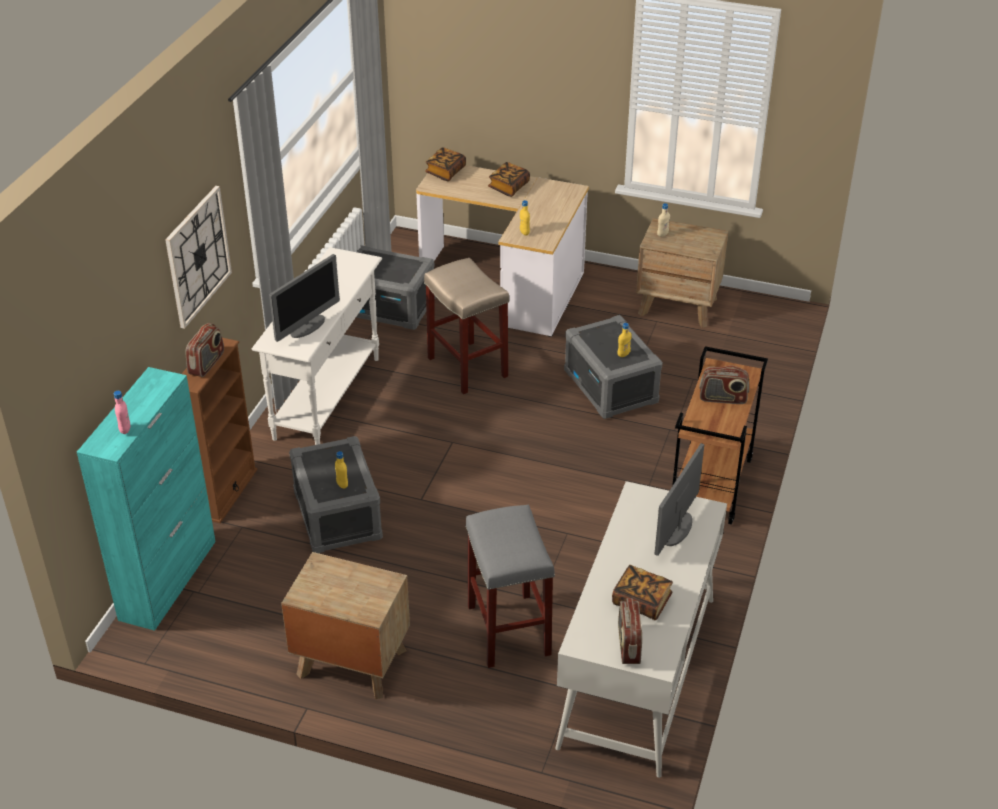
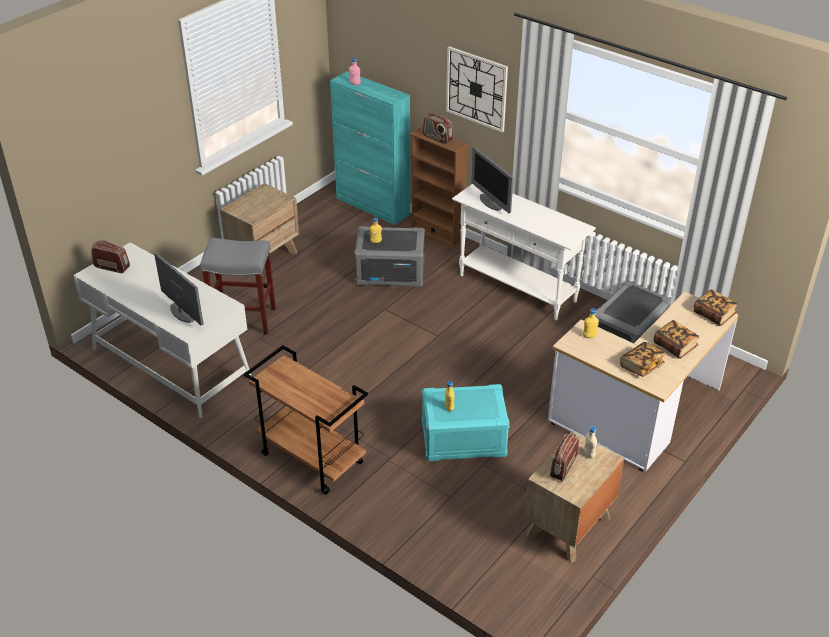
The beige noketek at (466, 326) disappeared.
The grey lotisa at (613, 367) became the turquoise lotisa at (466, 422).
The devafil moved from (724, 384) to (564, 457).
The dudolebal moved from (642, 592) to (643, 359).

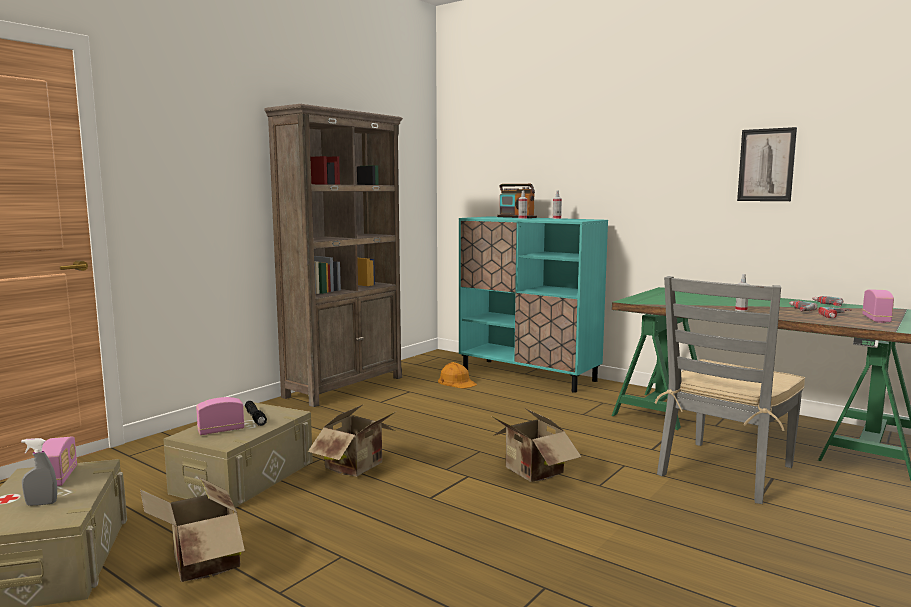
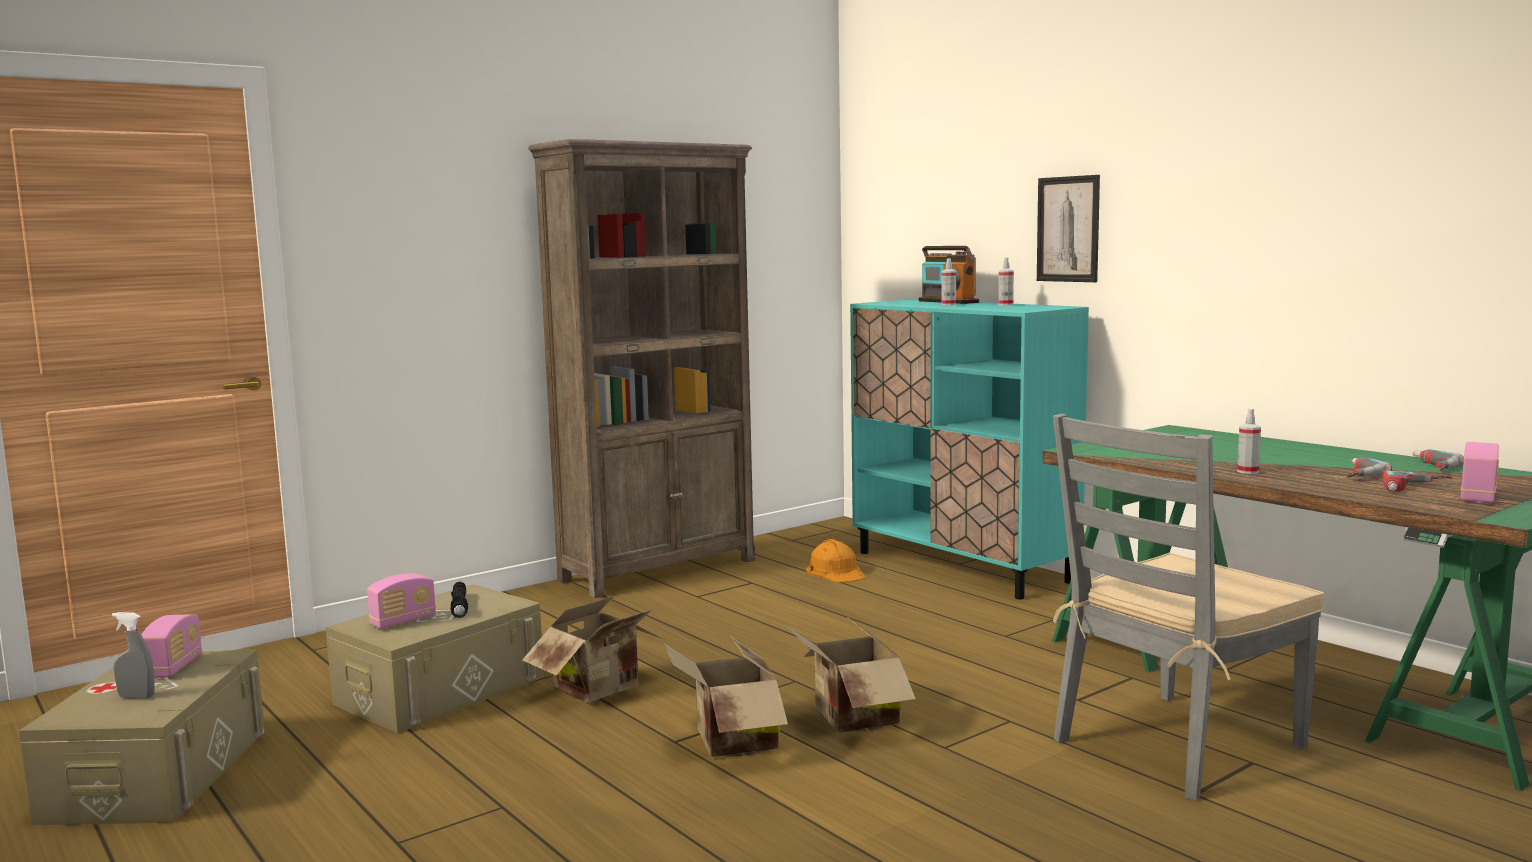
The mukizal moved from (767, 164) to (1068, 228).
The devafil at (220, 416) turned 150 degrees clockwise.
The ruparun moved from (192, 529) to (725, 696).

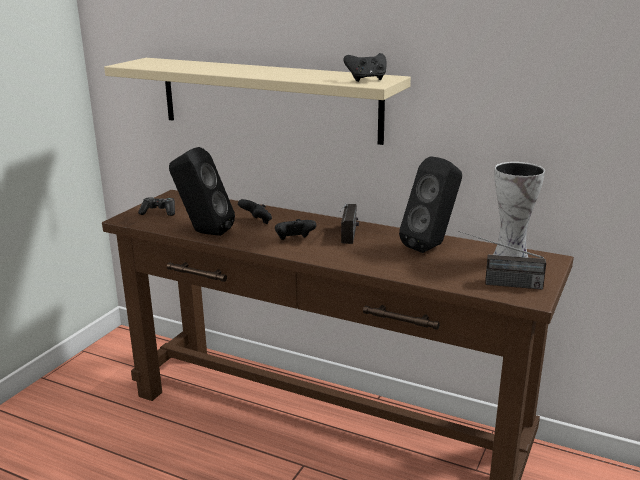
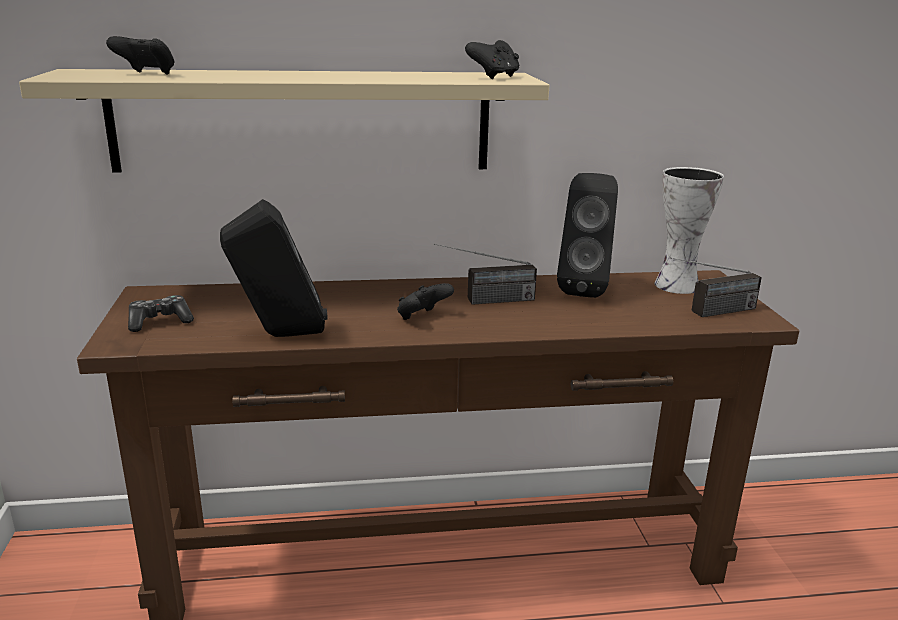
The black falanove moved from (255, 211) to (140, 55).
The devafil at (349, 223) turned 105 degrees clockwise.

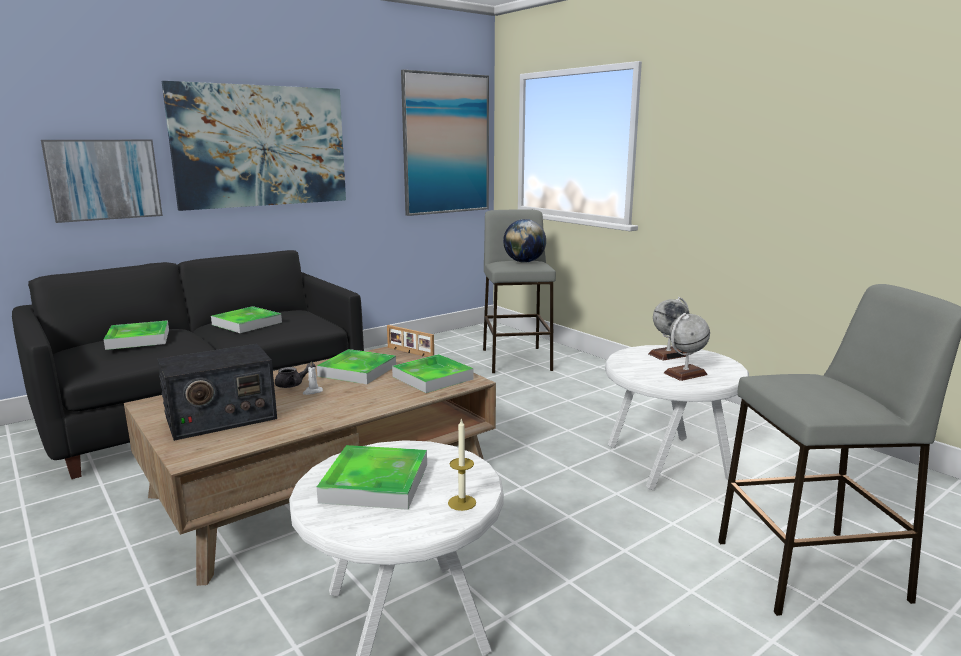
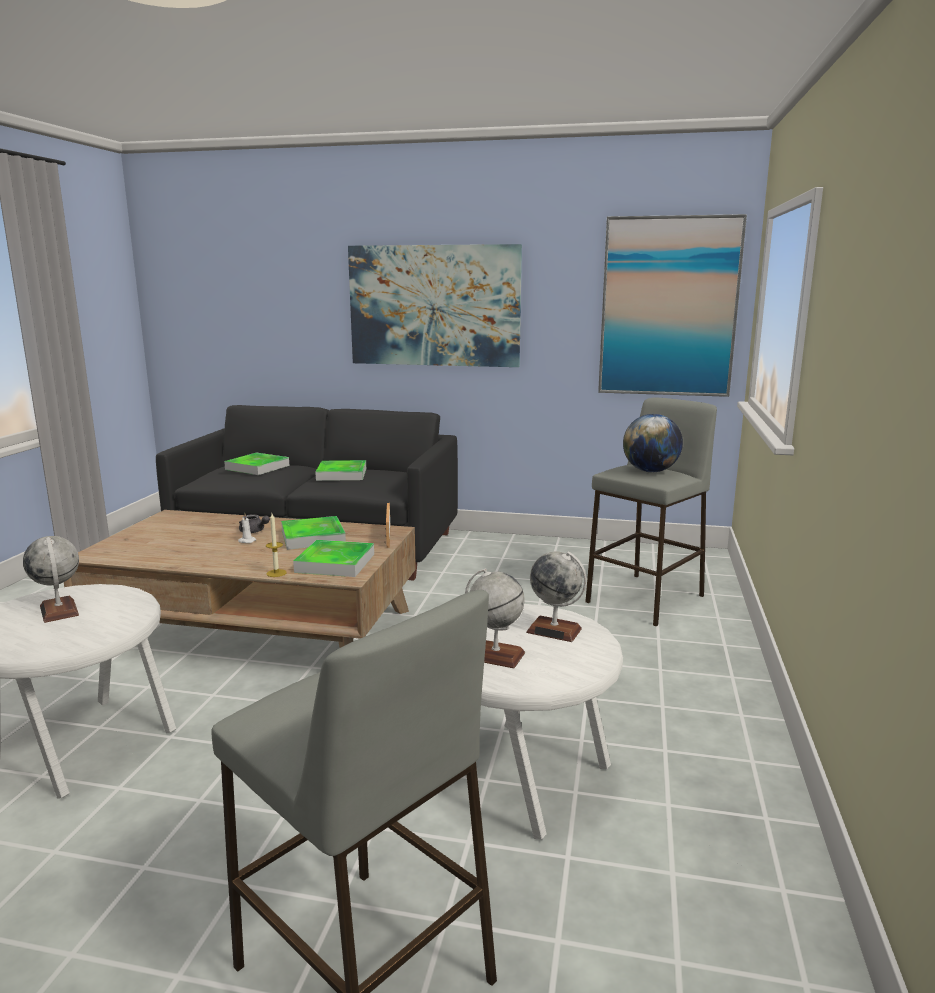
The mukizal at (102, 181) disappeared.
The devafil at (217, 392) disappeared.
The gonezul moved from (462, 464) to (276, 545).
The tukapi at (372, 477) was replaced by the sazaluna at (51, 579).

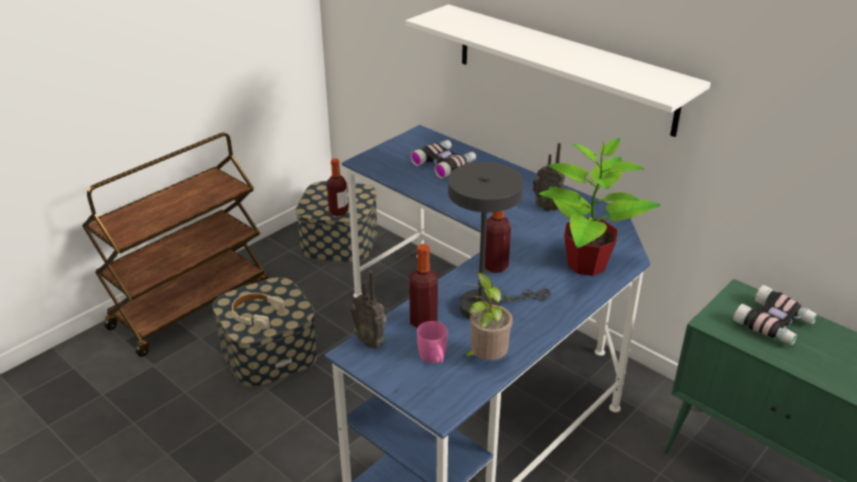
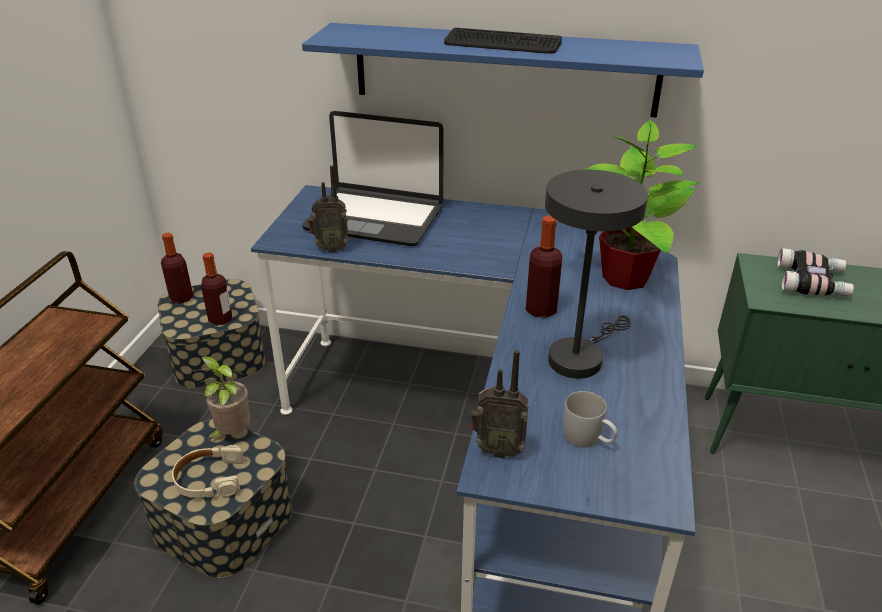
The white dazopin at (558, 70) became the blue dazopin at (503, 70).
The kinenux at (443, 159) was replaced by the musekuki at (373, 178).
The devafil moved from (548, 177) to (328, 209).
The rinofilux moved from (423, 286) to (177, 268).
The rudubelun moved from (488, 316) to (221, 398).
The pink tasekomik at (432, 342) became the white tasekomik at (590, 419).
The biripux at (503, 41) appeared.

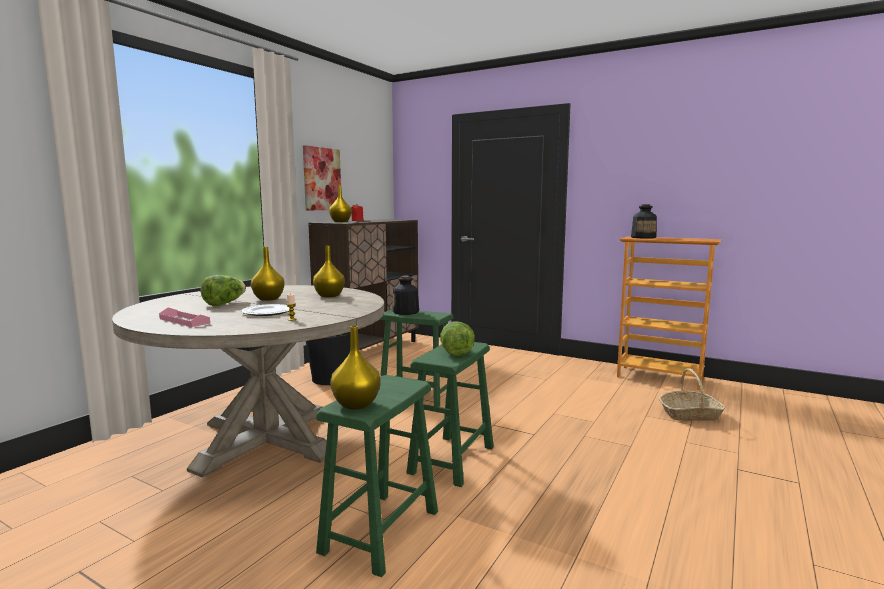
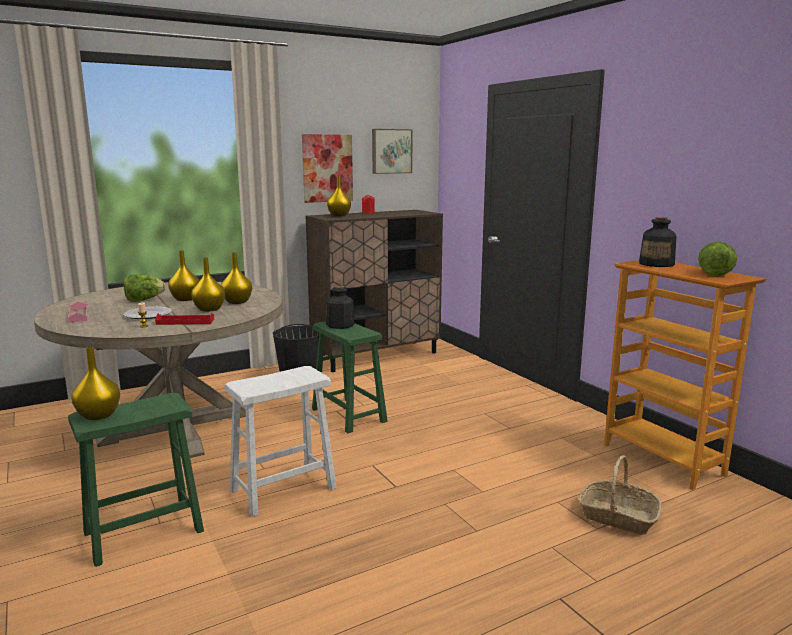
The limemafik moved from (457, 338) to (717, 259).
The green noketek at (450, 414) became the white noketek at (280, 441).
The mukizal at (392, 151) appeared.
The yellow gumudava at (208, 284) appeared.
The red tukapi at (184, 319) appeared.

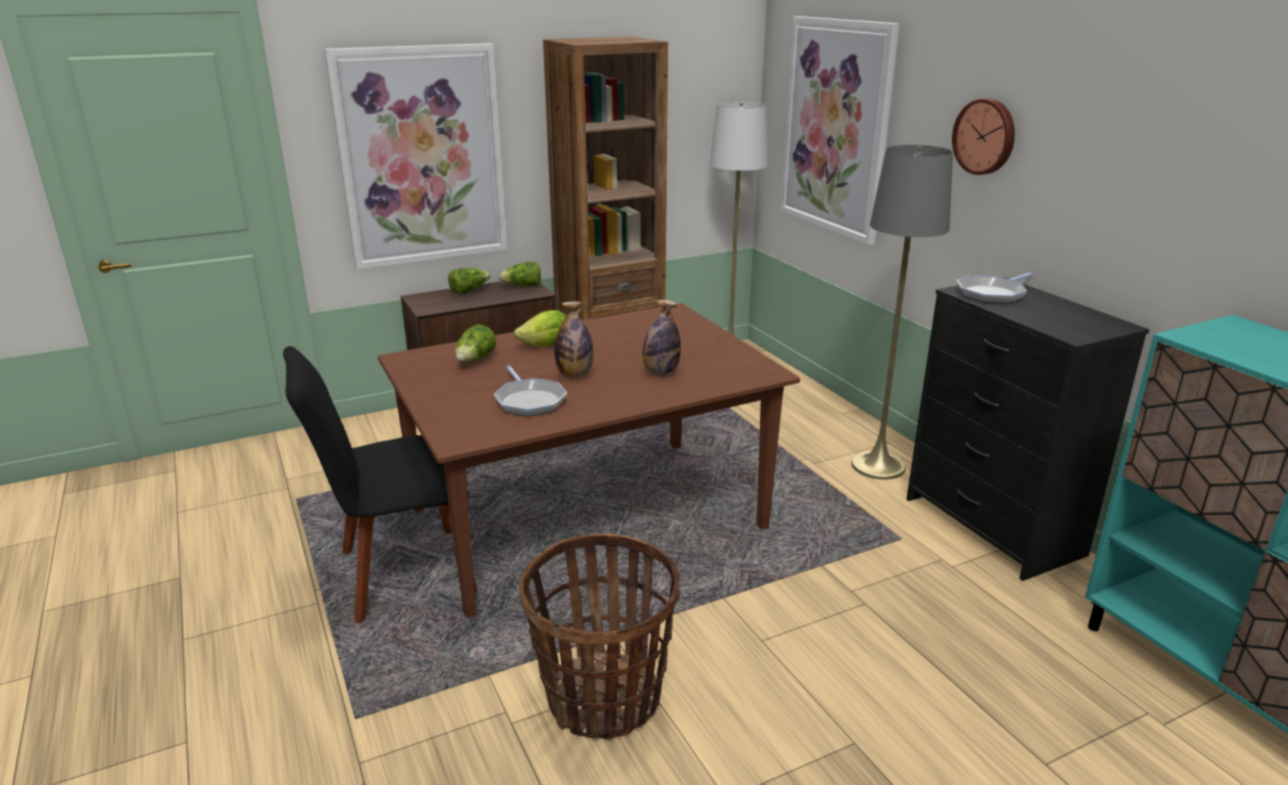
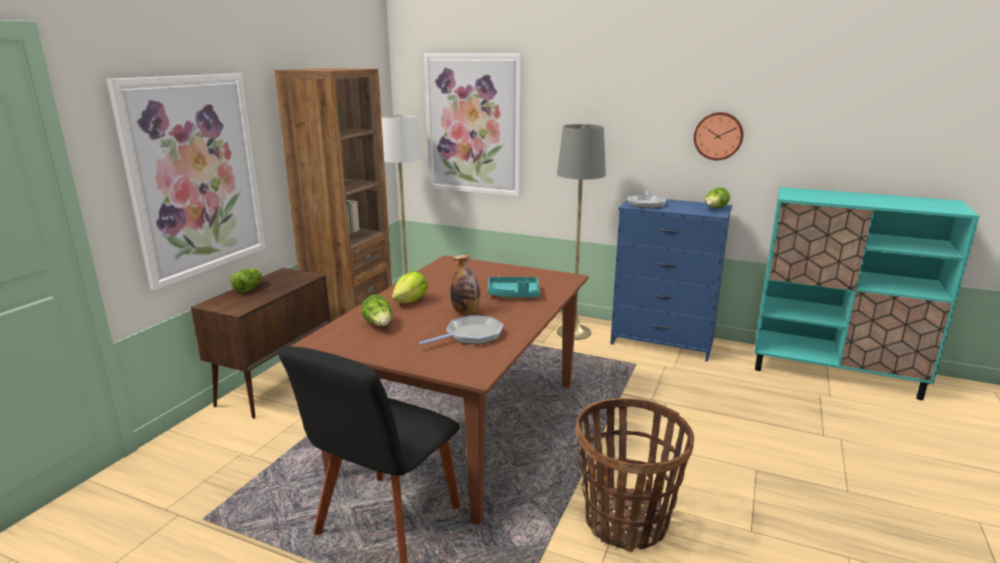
The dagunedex moved from (983, 137) to (719, 136).
The limemafik moved from (519, 274) to (717, 197).
The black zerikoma at (1028, 429) became the blue zerikoma at (671, 280).
The rinofilux at (661, 337) was replaced by the turquoise tukapi at (514, 287).
The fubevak at (530, 391) turned 60 degrees counterclockwise.

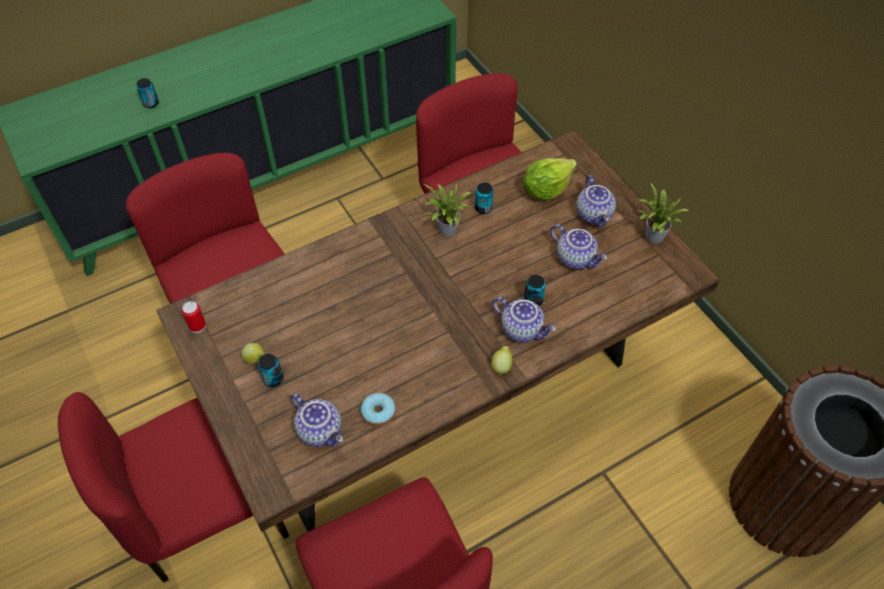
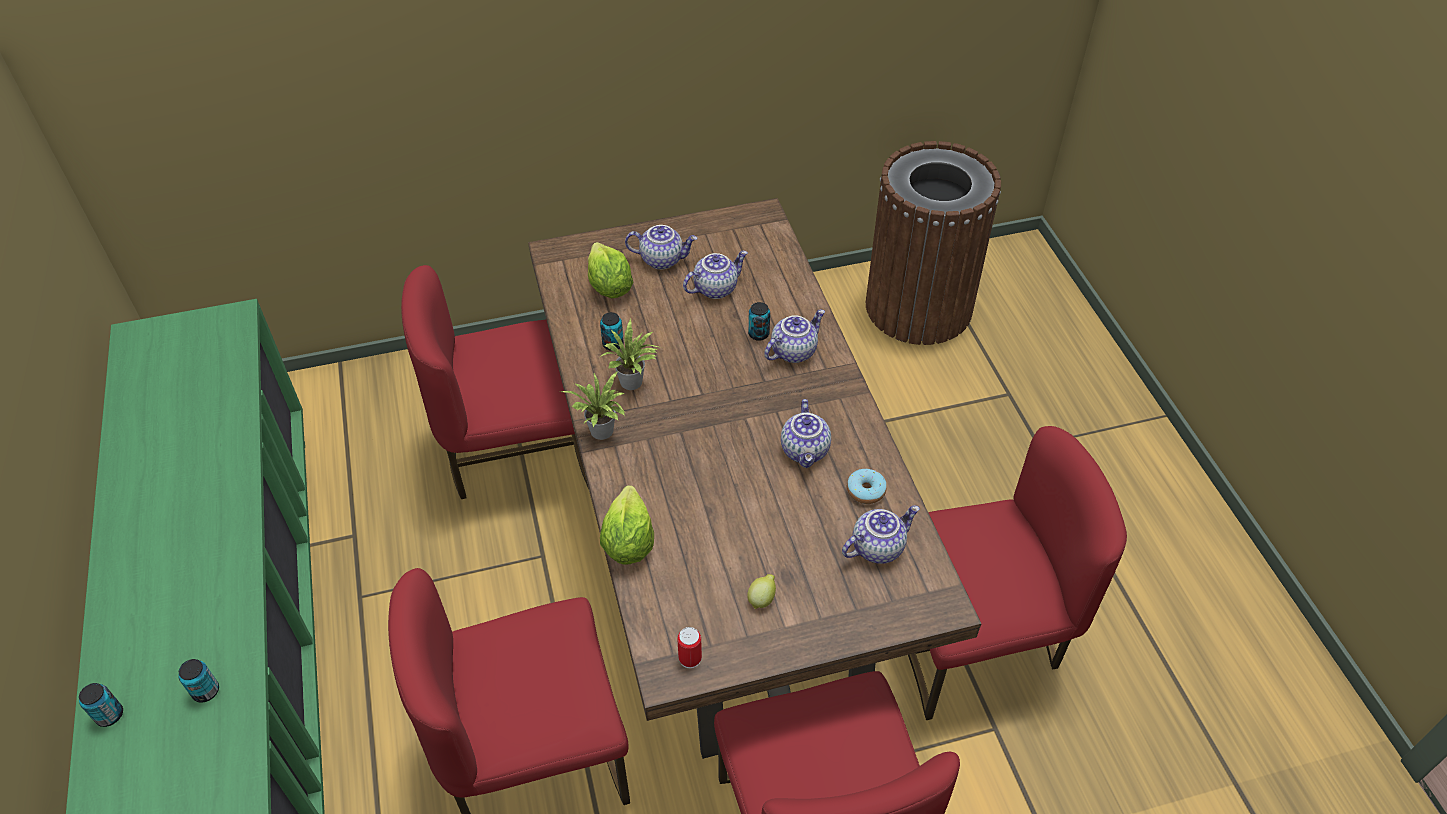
The rudubelun moved from (663, 212) to (593, 405).
The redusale at (501, 360) disappeared.
The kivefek moved from (270, 370) to (101, 705).
The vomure at (806, 433) appeared.
The limemafik at (627, 525) appeared.

